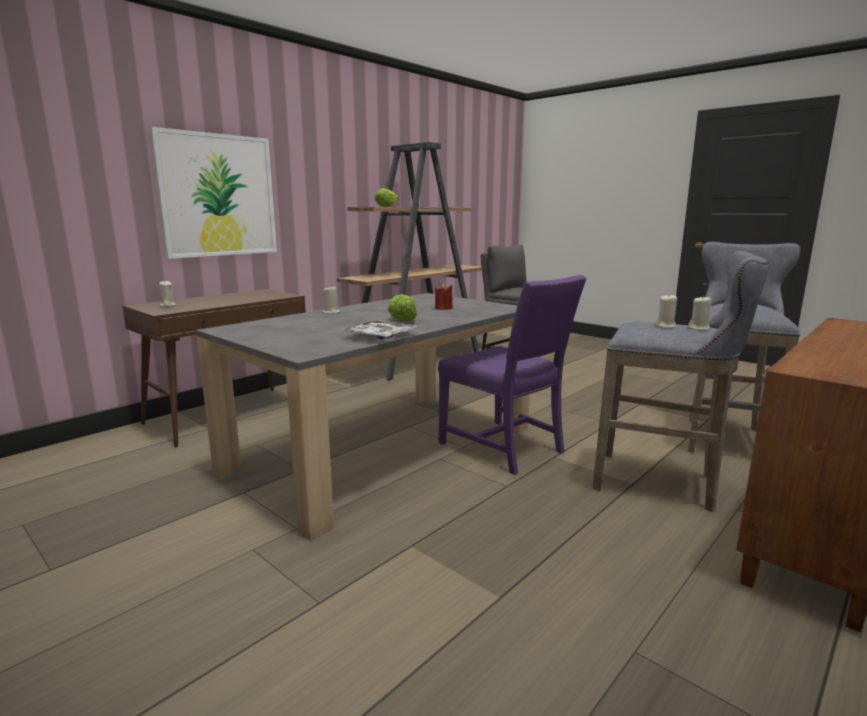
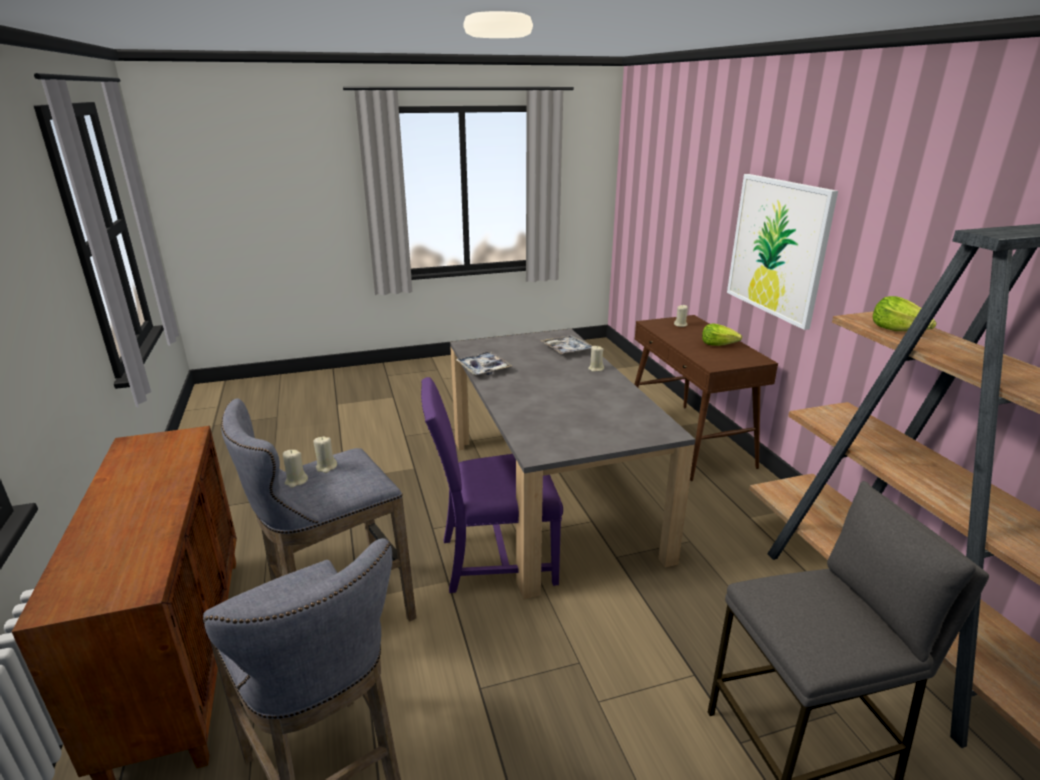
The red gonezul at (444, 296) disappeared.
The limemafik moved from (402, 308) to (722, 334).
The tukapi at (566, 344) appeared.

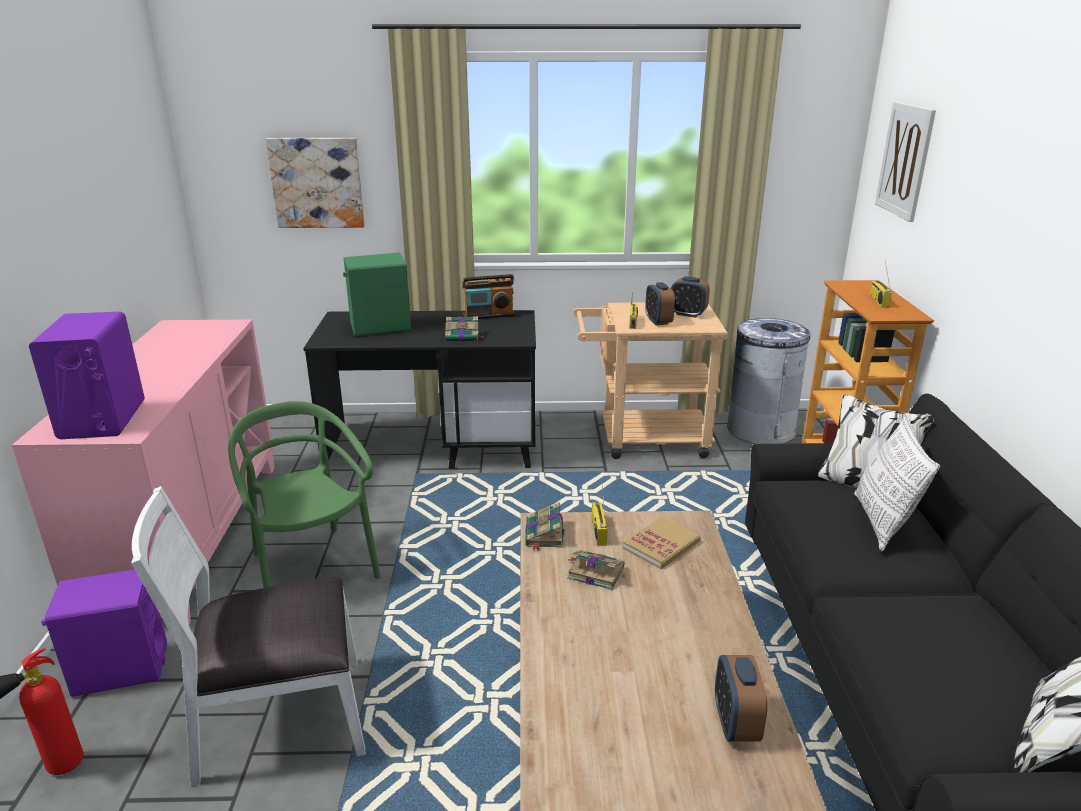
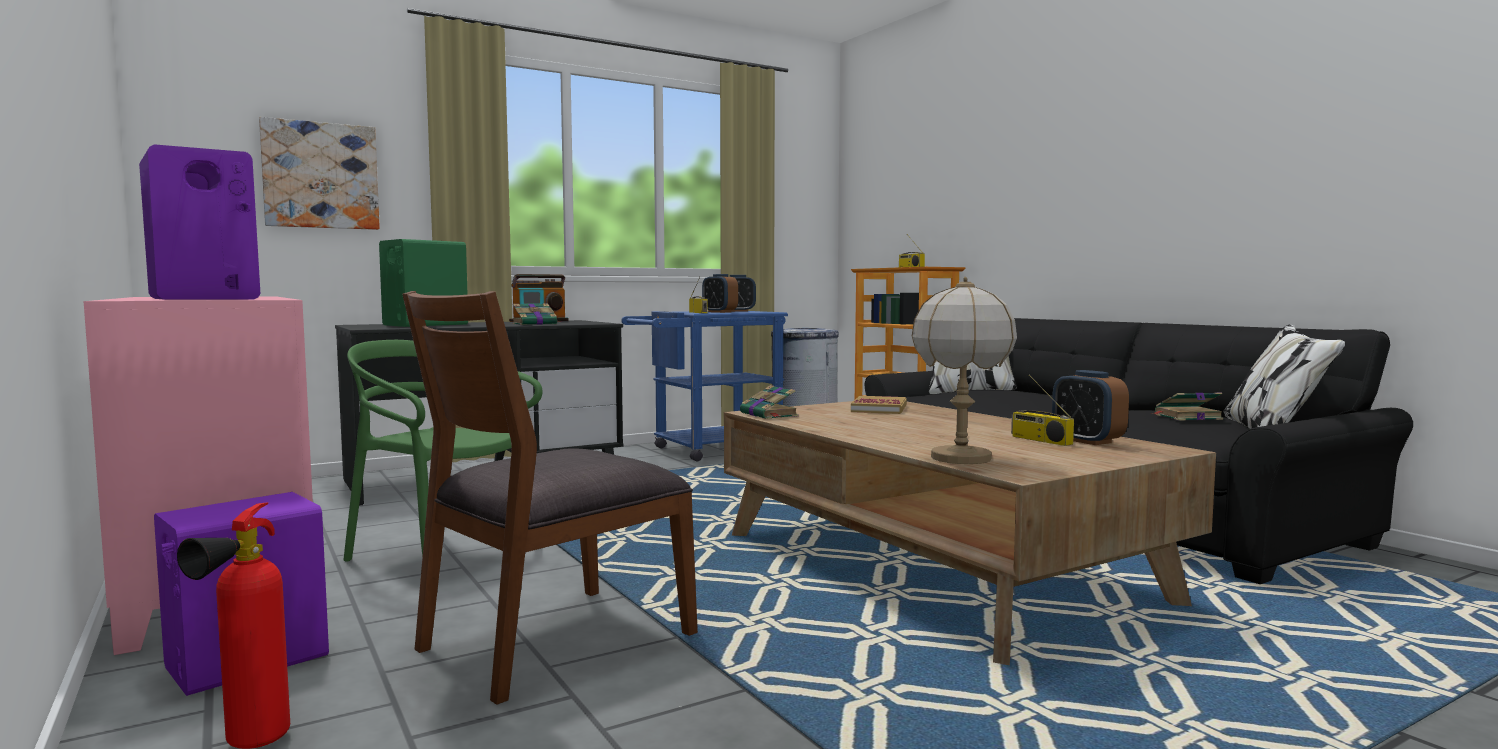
The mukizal at (905, 162) disappeared.
The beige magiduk at (650, 380) became the blue magiduk at (704, 386).
The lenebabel at (897, 482) disappeared.
The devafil moved from (600, 513) to (1042, 410).
The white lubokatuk at (248, 636) became the brown lubokatuk at (550, 498).
The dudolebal moved from (596, 570) to (1187, 406).
The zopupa at (964, 370) appeared.

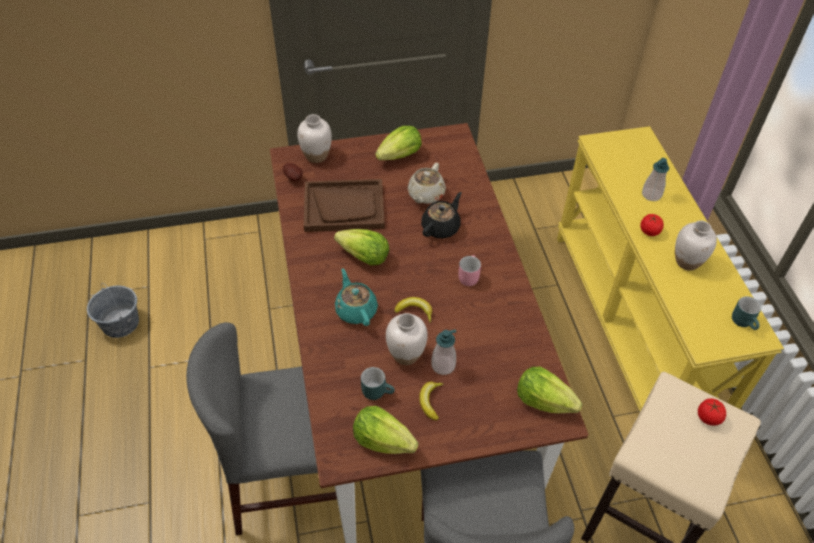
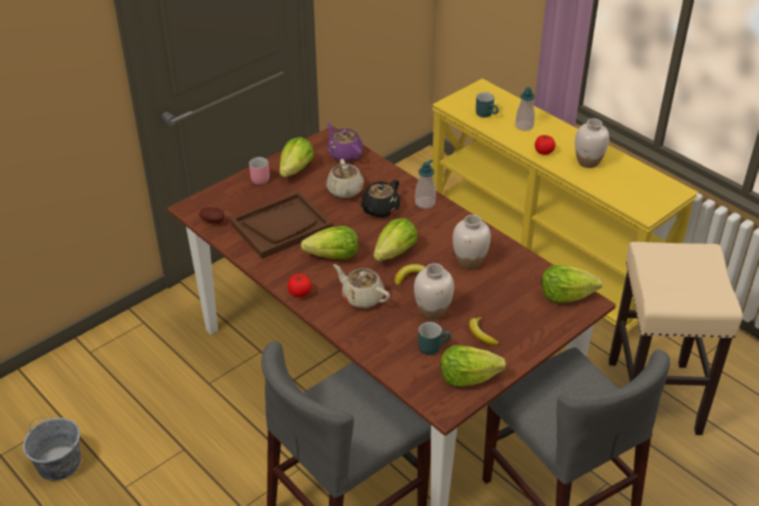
The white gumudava moved from (314, 138) to (472, 242).
The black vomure at (441, 215) turned 150 degrees counterclockwise.
The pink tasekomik moved from (469, 270) to (259, 171).
The turquoise vomure at (356, 297) became the beige vomure at (361, 286).
The turquoise tasekomik moved from (746, 313) to (487, 105).
The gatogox moved from (443, 352) to (425, 184).
The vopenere moved from (712, 412) to (300, 285).
The purple vomure at (345, 142) appeared.
The limemafik at (395, 239) appeared.

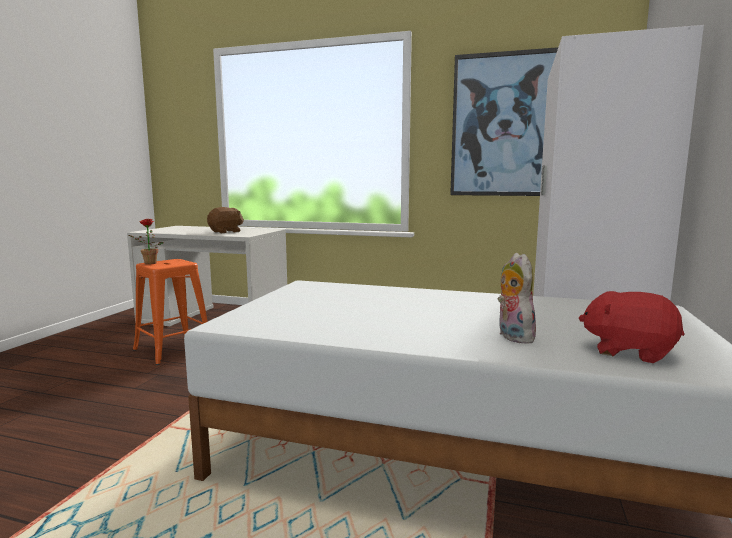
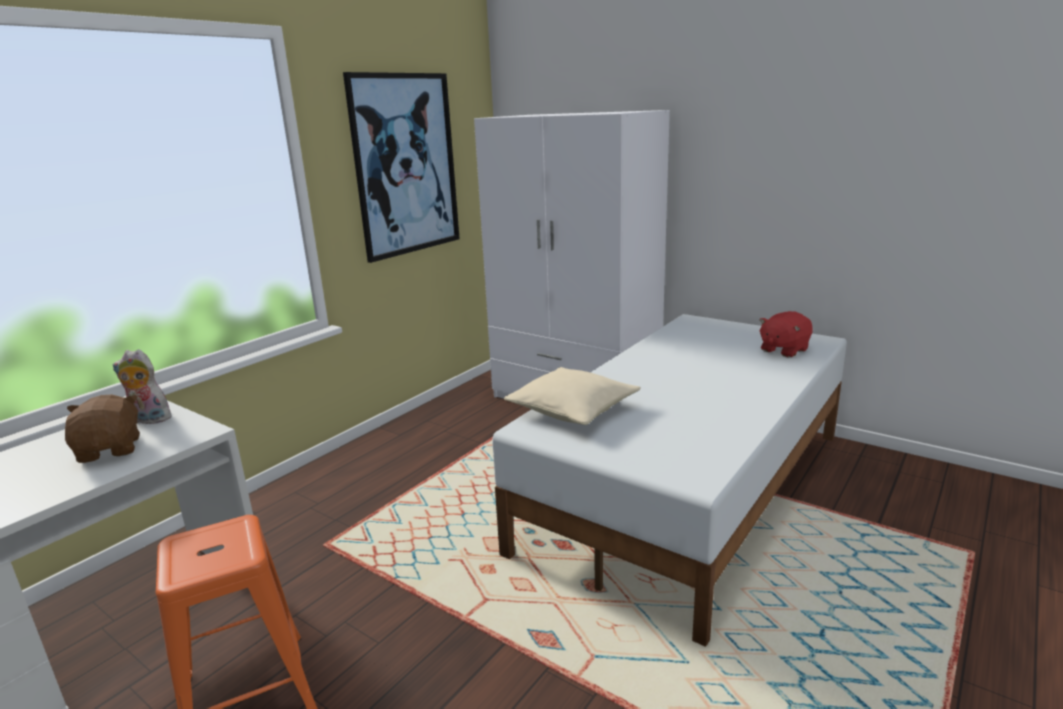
The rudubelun at (146, 242) disappeared.
The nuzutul moved from (517, 298) to (142, 386).
The beige lenebabel at (572, 396) appeared.

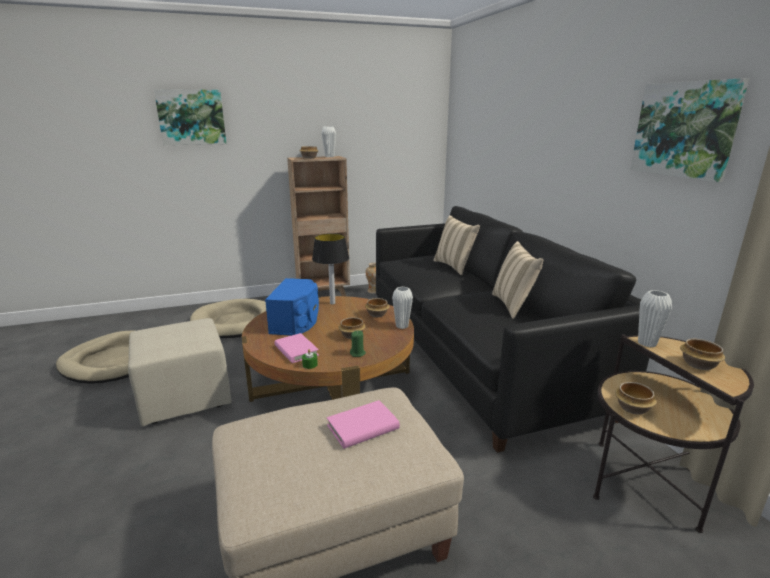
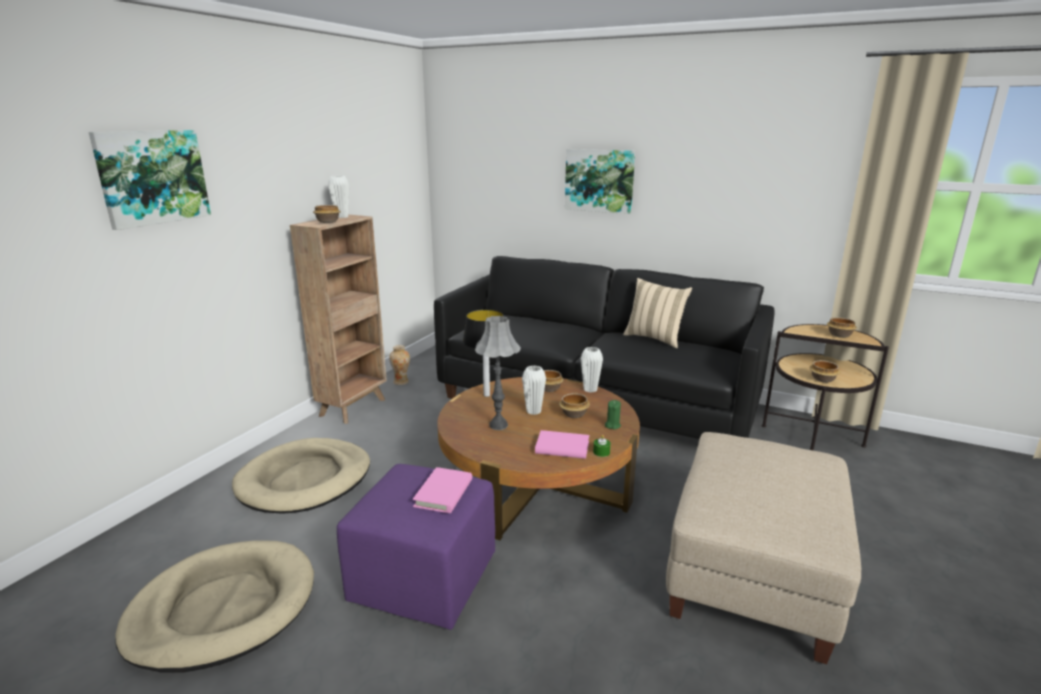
The mukizal moved from (689, 130) to (600, 181).
The beige lenebabel at (456, 245) disappeared.
The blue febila at (292, 307) was replaced by the grey zopupa at (498, 373).
The white gumudava moved from (655, 318) to (534, 390).
The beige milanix at (179, 372) became the purple milanix at (416, 547).
The pink dudolebal moved from (363, 424) to (442, 490).

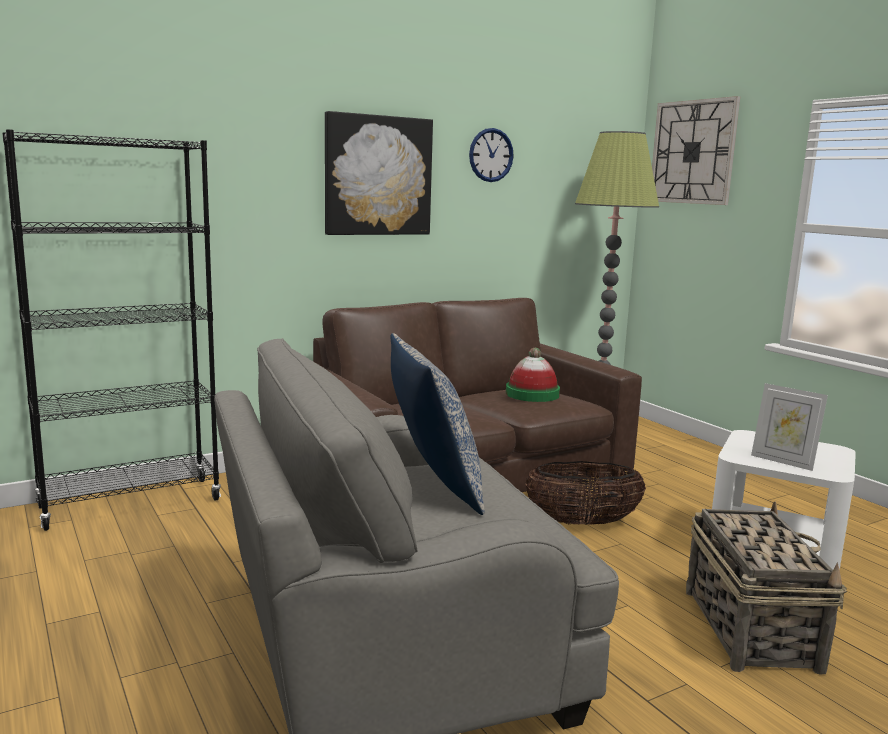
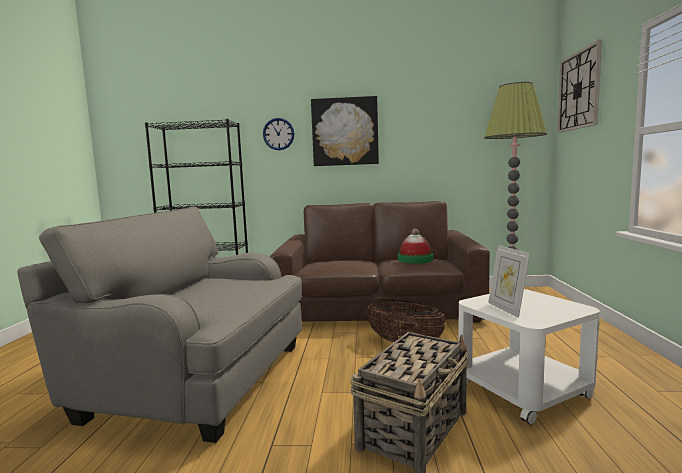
The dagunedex moved from (491, 155) to (278, 134).
The lenebabel at (437, 424) disappeared.

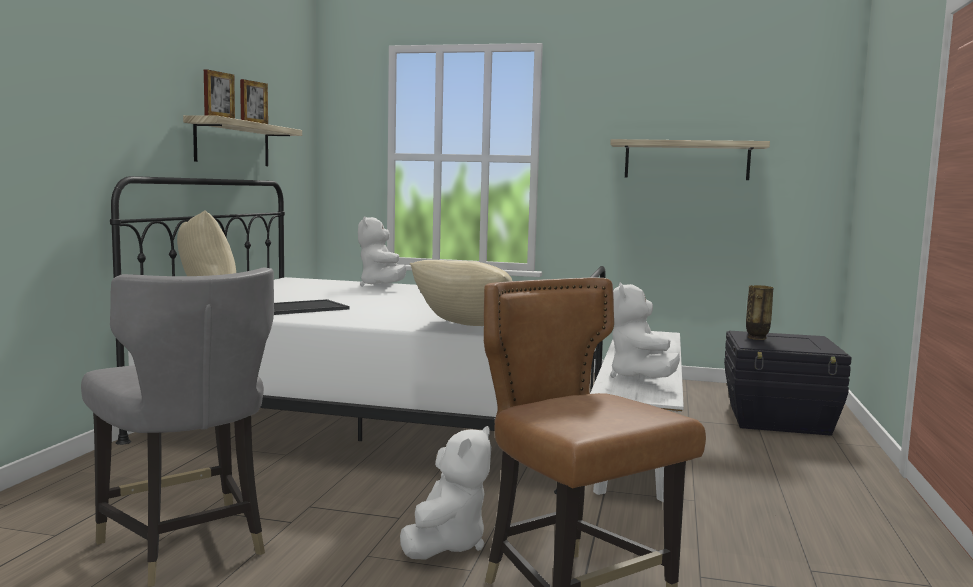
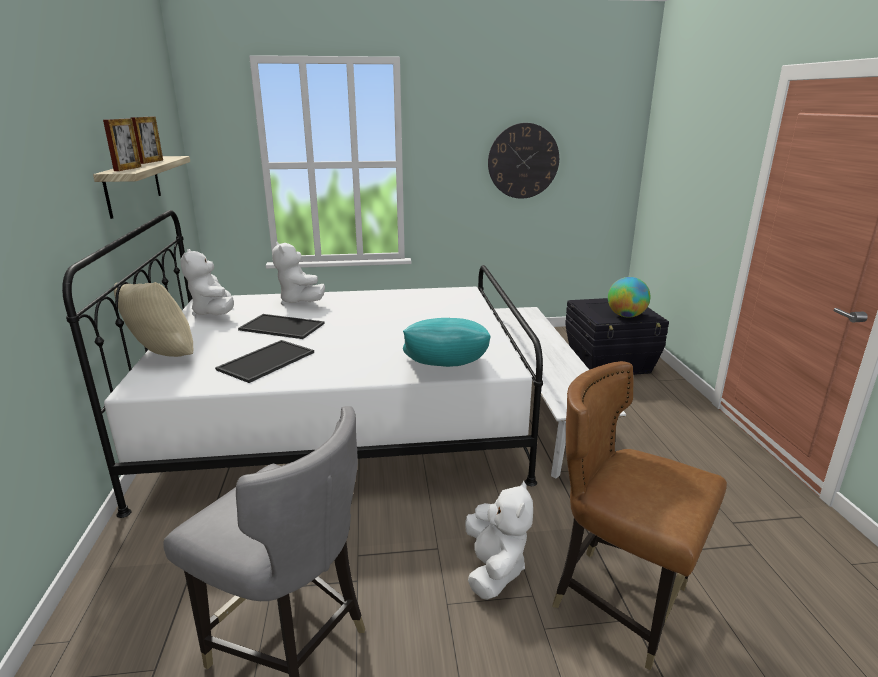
The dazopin at (690, 159) was replaced by the dagunedex at (523, 161).
The beige lenebabel at (461, 293) became the turquoise lenebabel at (447, 342).
The white nuzutul moved from (645, 330) to (207, 282).
The gumudava at (759, 312) disappeared.
The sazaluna at (629, 297) appeared.
The tukapi at (281, 326) appeared.

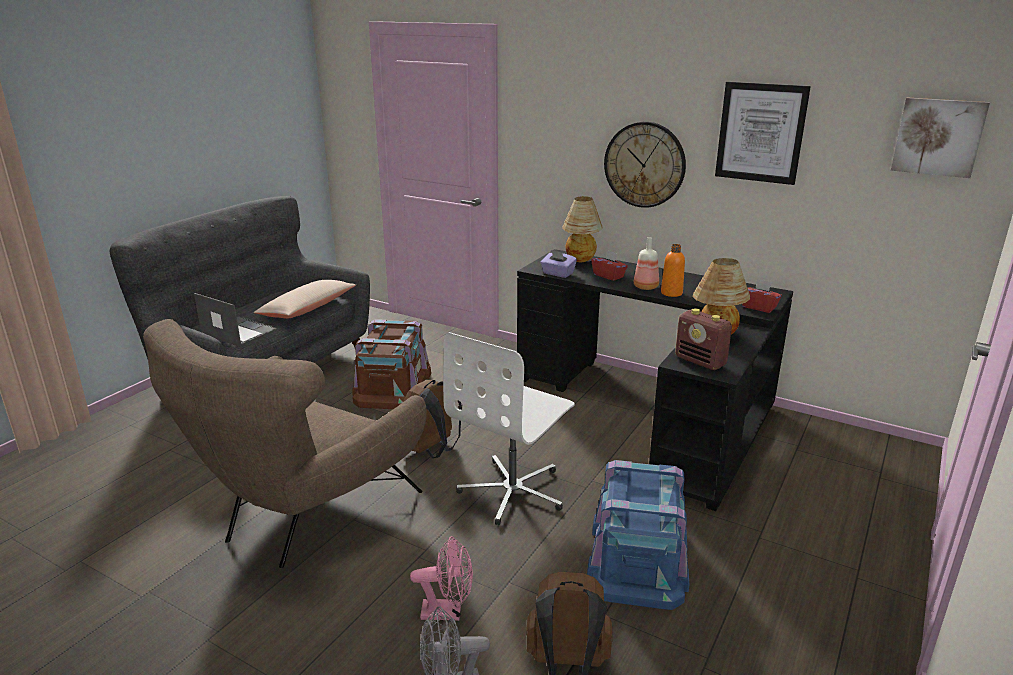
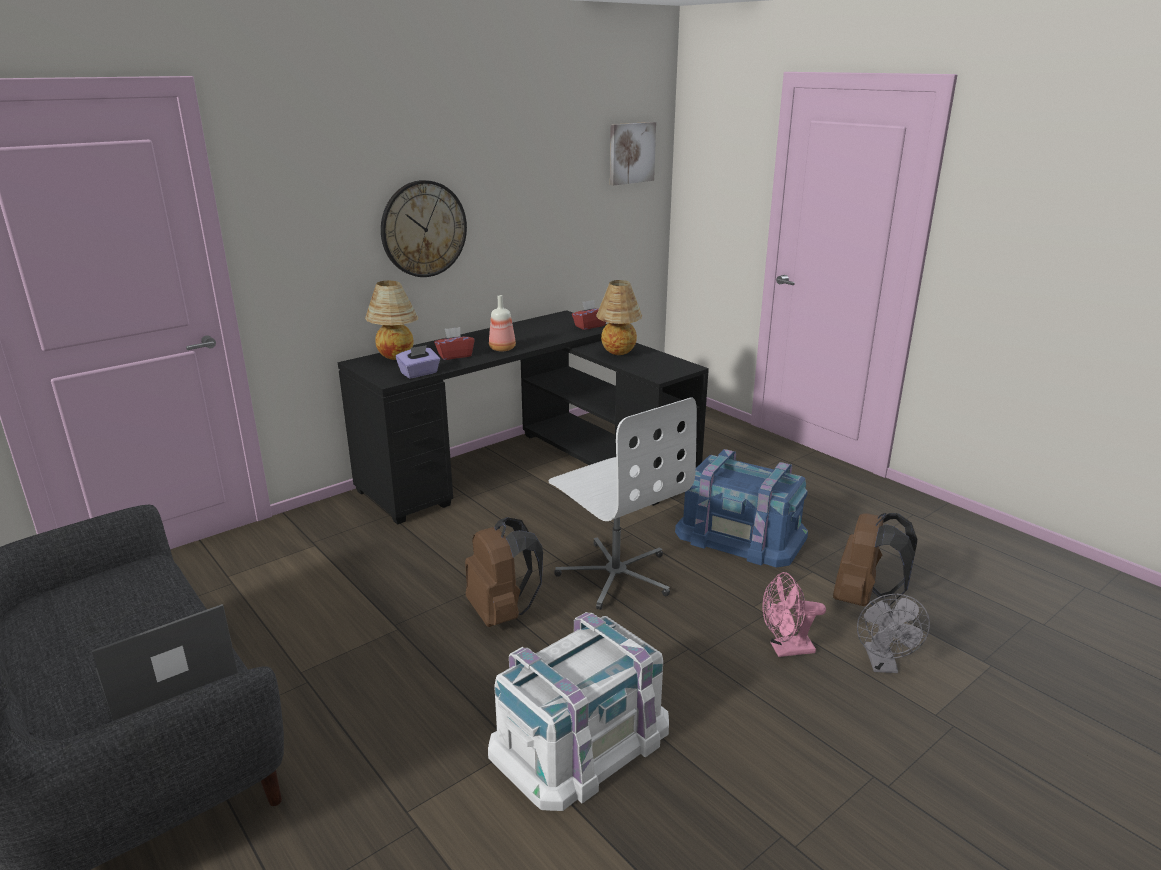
The mukizal at (763, 133) disappeared.
The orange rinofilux at (673, 270) disappeared.
The beige lenebabel at (305, 299) disappeared.
The devafil at (703, 339) disappeared.
The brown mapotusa at (284, 443) was replaced by the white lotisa at (578, 711).
The brown lotisa at (391, 364) disappeared.
The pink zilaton at (441, 578) turned 120 degrees counterclockwise.

